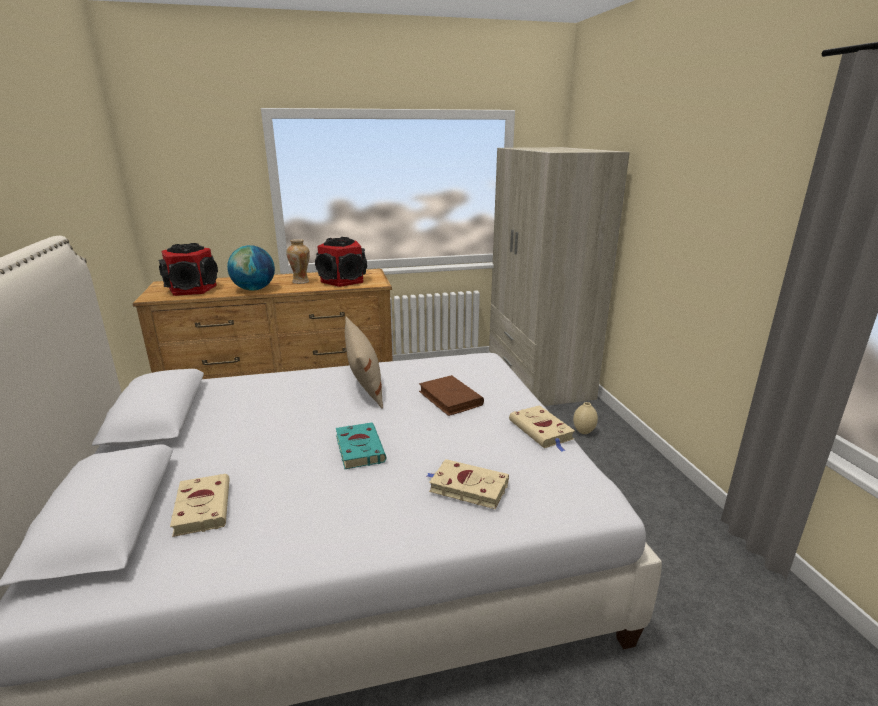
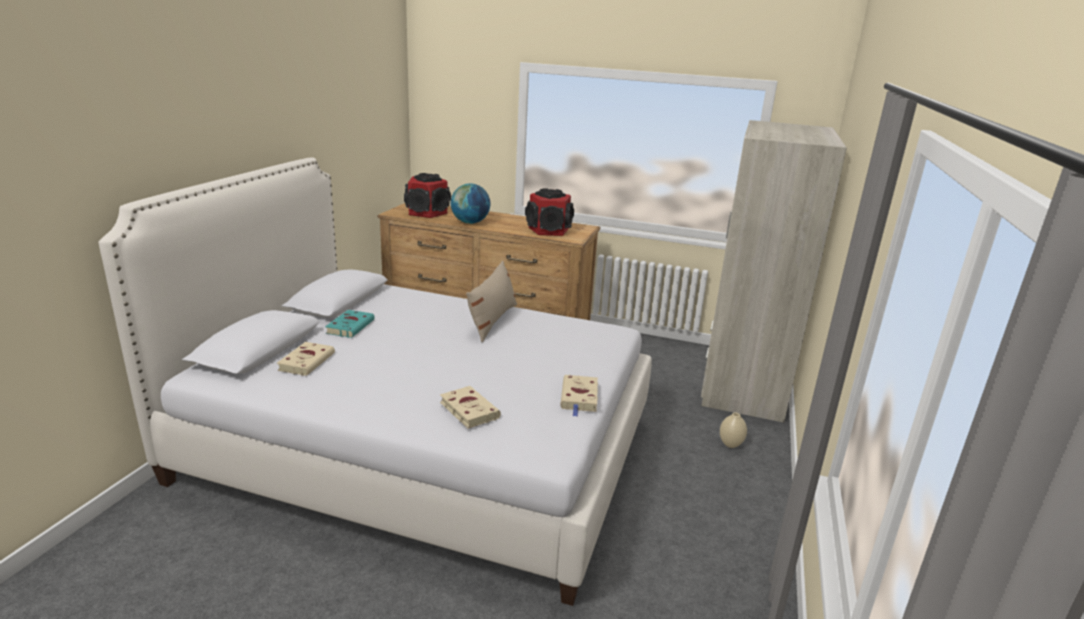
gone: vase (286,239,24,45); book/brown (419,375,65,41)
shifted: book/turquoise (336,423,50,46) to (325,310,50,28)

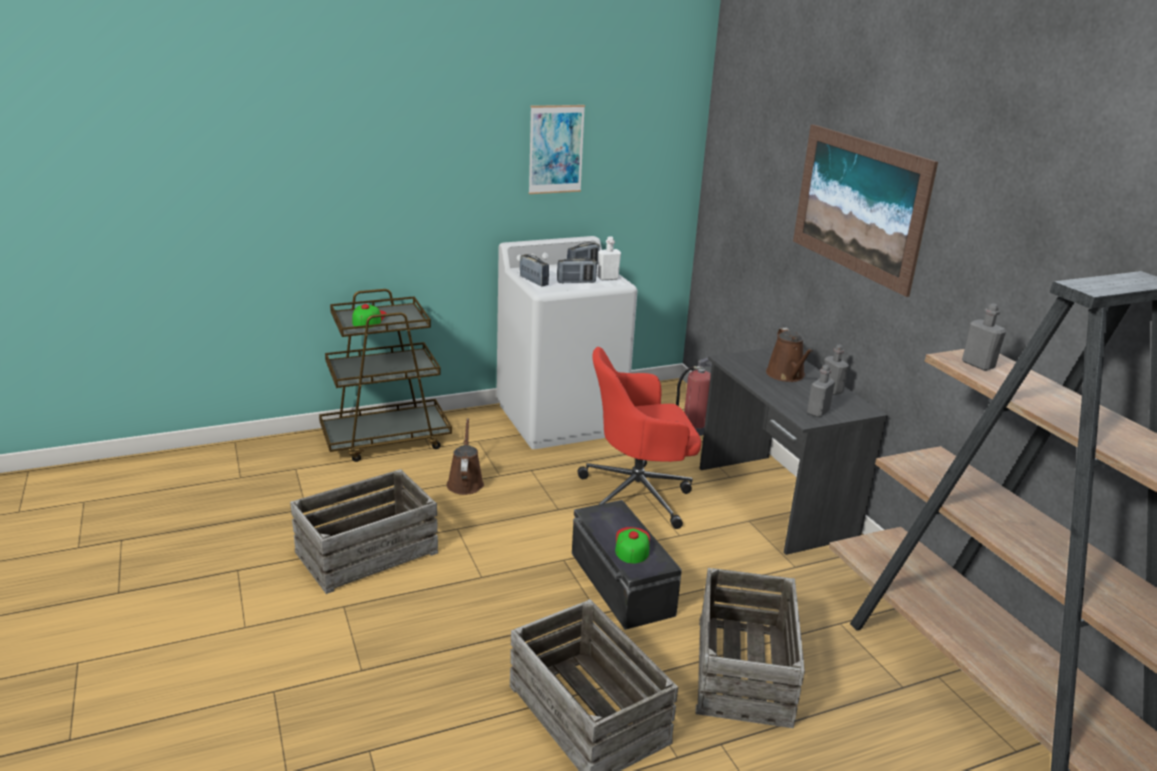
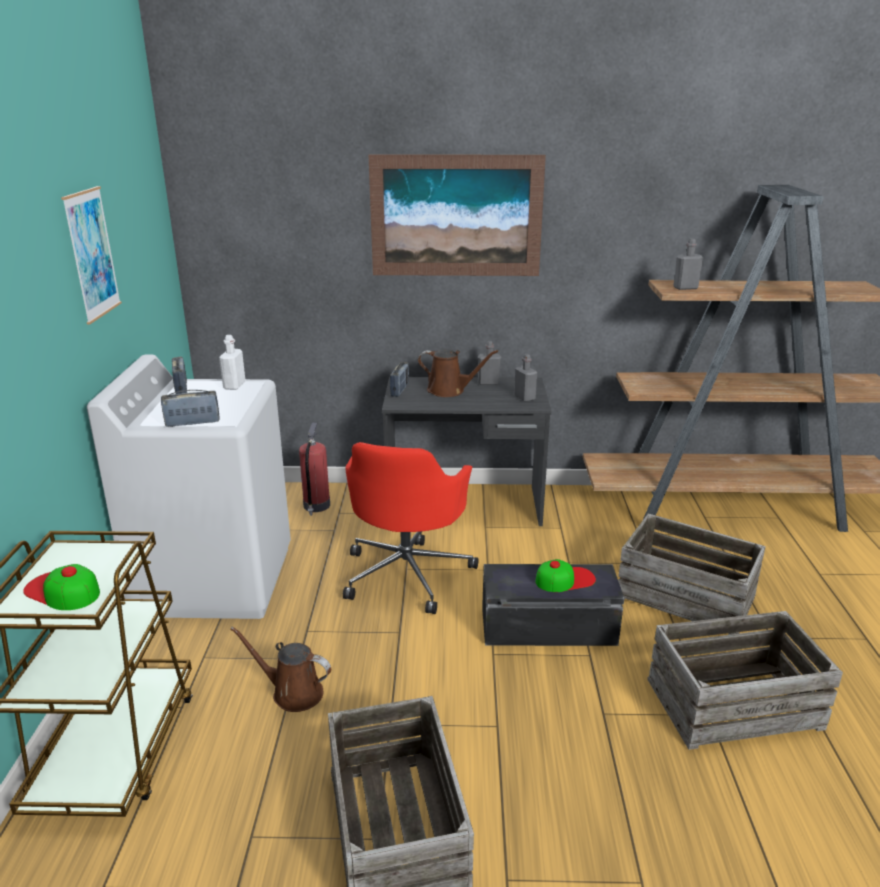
shifted: radio (557,257,40,26) to (390,362,19,35)
rotated: cap (615,527,35,37) = (535,559,61,33) 135 degrees clockwise

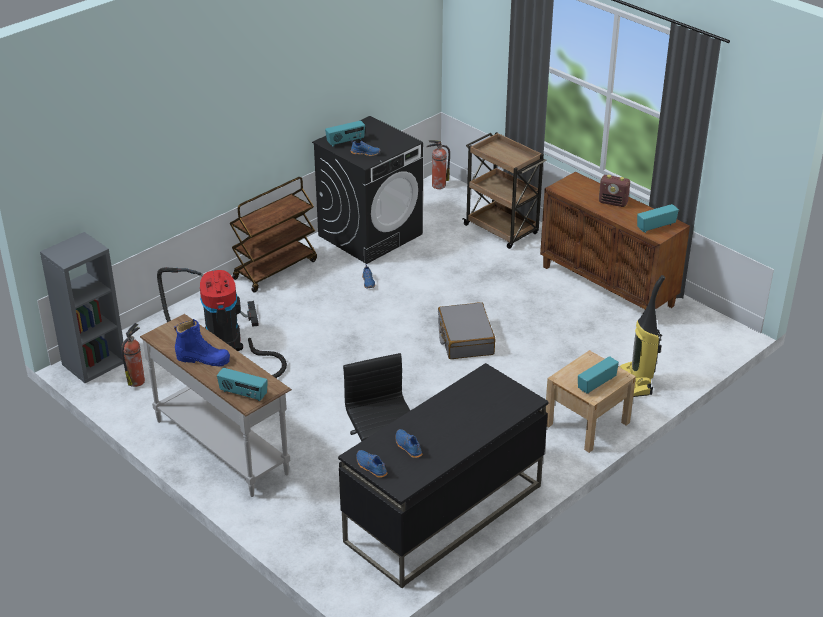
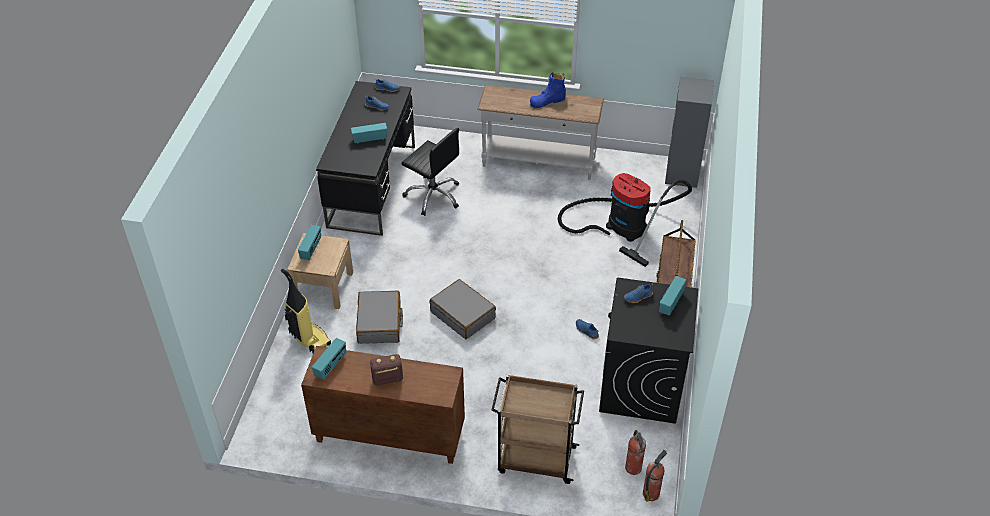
new: suitcase/grey (356,290,47,54)
shifted: radio (217,368,51,33) to (351,123,36,21); fire extinguisher (121,323,24,64) to (625,430,21,45)

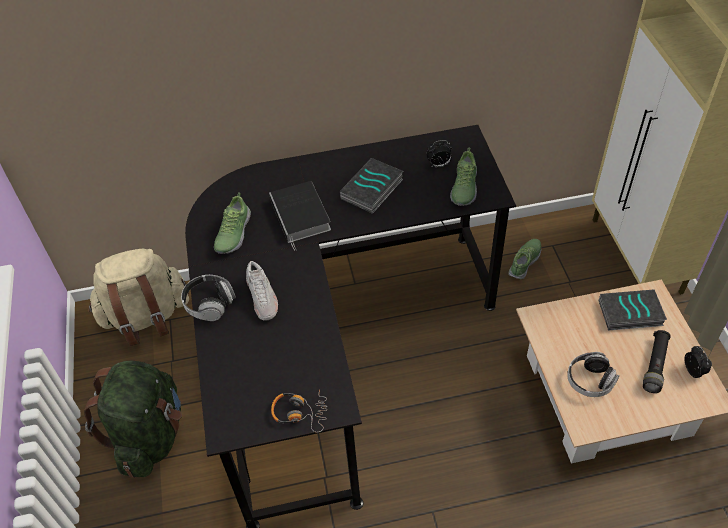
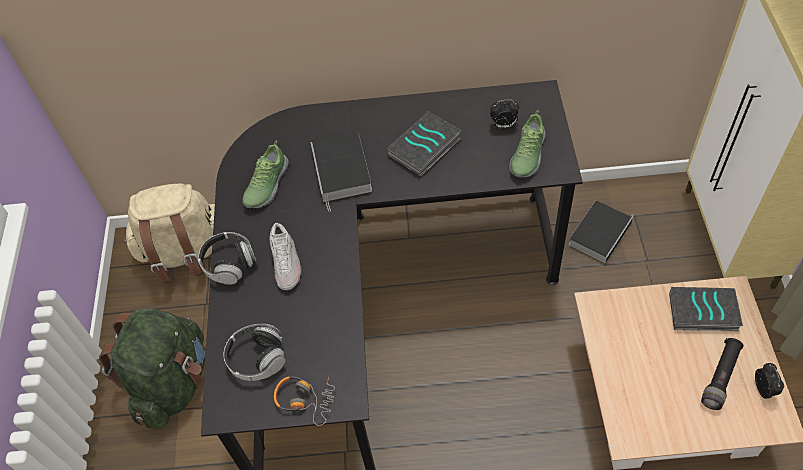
shifted: headphones (567,352,52,45) to (223,324,63,57)
swapped: shoe (509,239,32,40) to book (569,201,64,62)

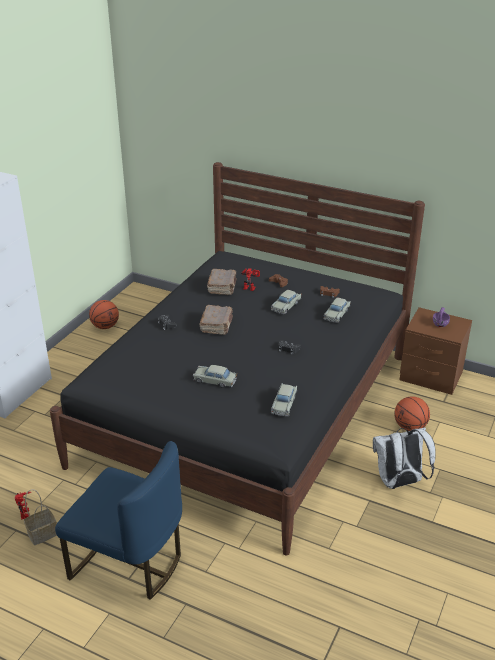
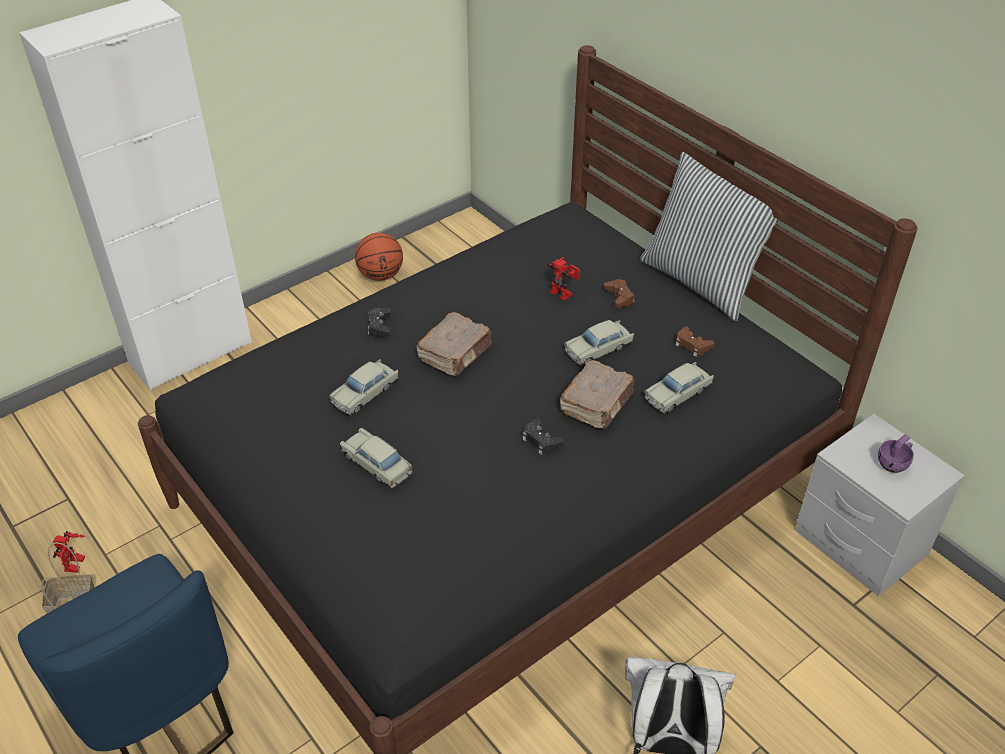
gone: basketball (394,396,36,35)
new: pillow (640,152,138,170)
shifted: toy car/beige (271,383,26,34) to (329,359,70,56); book/brown (207,269,30,26) to (560,360,74,69)
repainted: nightstand/brown (399,307,73,88) to nightstand/grey (796,414,169,183)

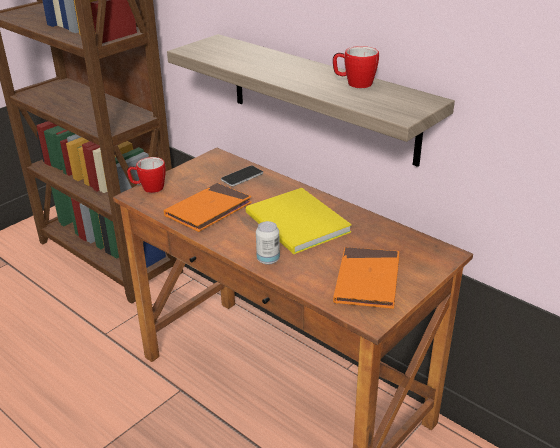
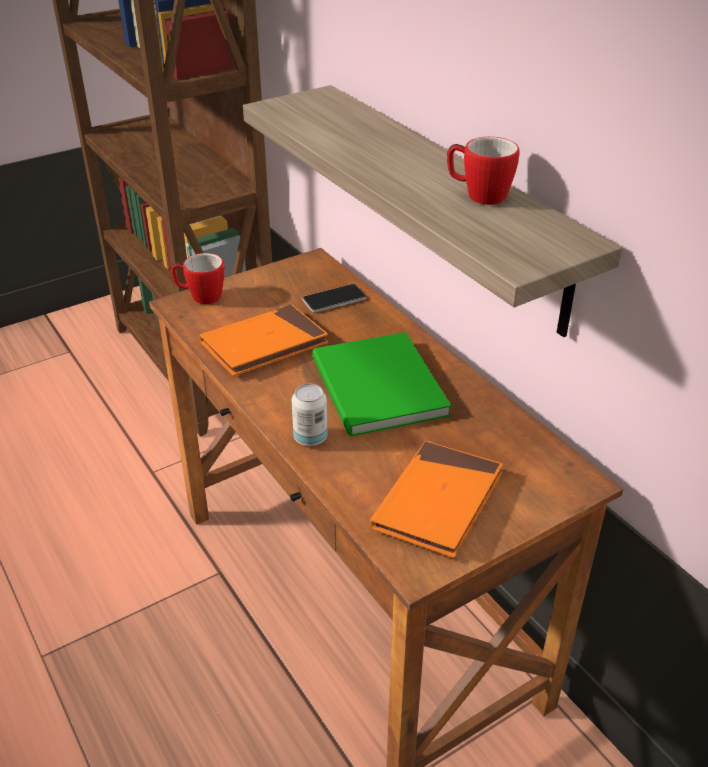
repainted: book/yellow (246,188,106,66) to book/green (312,332,139,105)

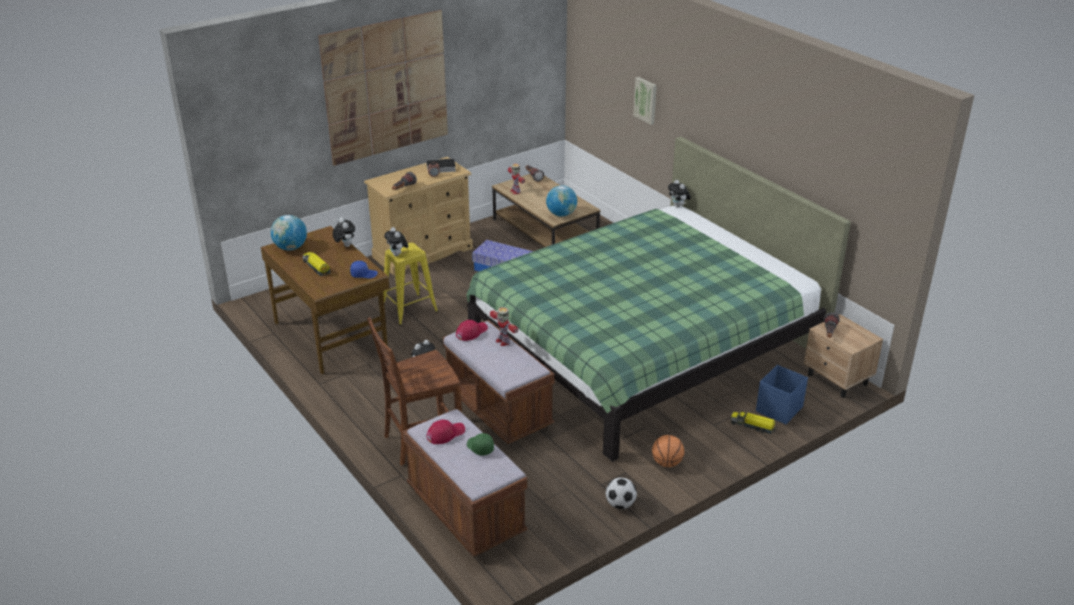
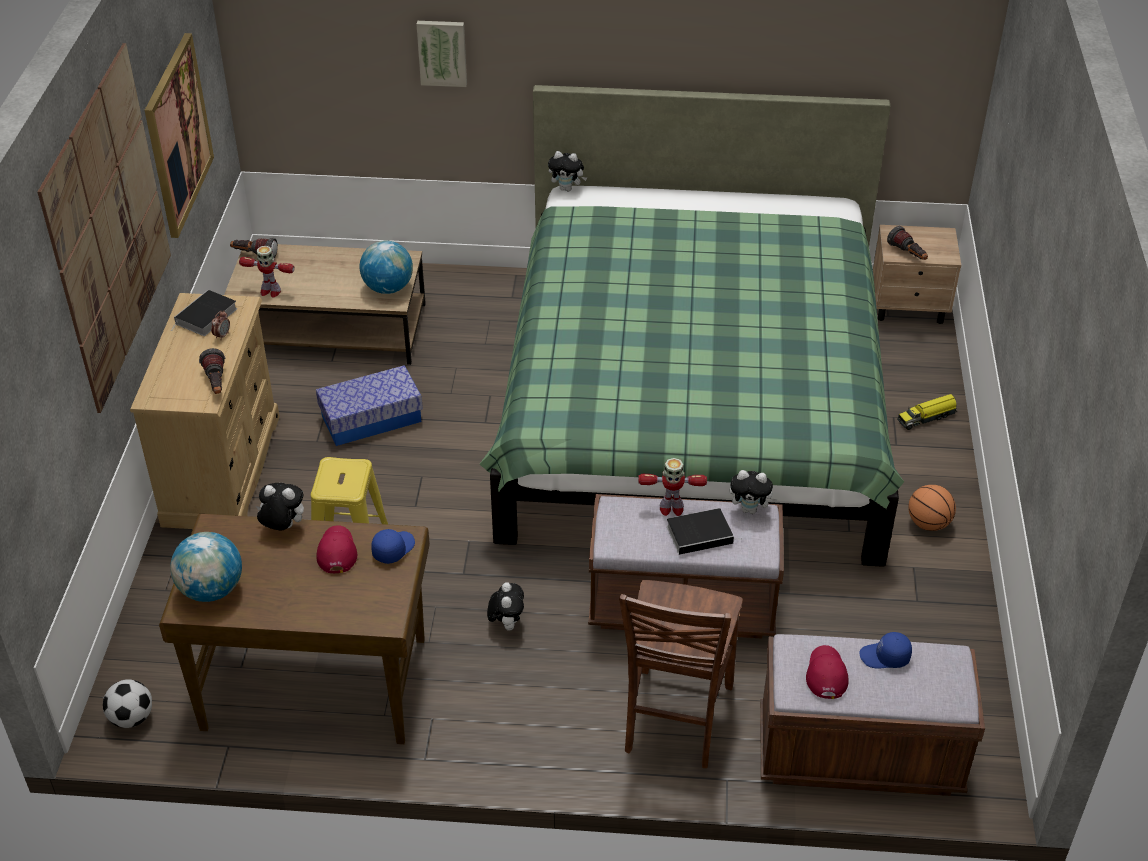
gone: toy truck (302,252,29,24); storage box/blue (756,365,52,59)
new: picture (144,33,70,205); book (667,508,76,47)
shifted: football (606,478,31,31) to (103,679,49,49); cap/red (456,320,32,21) to (316,525,41,48); plush toy (384,227,25,29) to (730,470,48,44)
repainted: cap/green (467,433,27,23) to cap/blue (859,632,53,37)

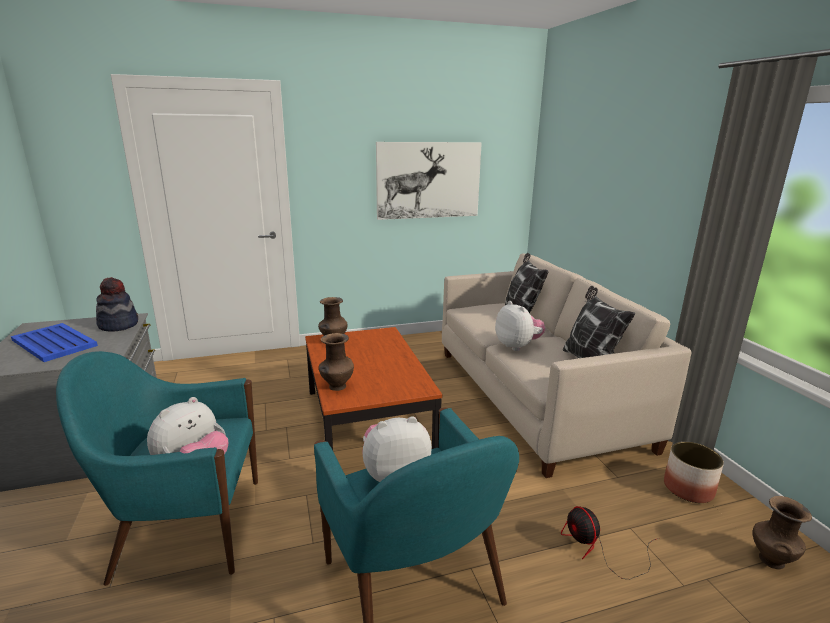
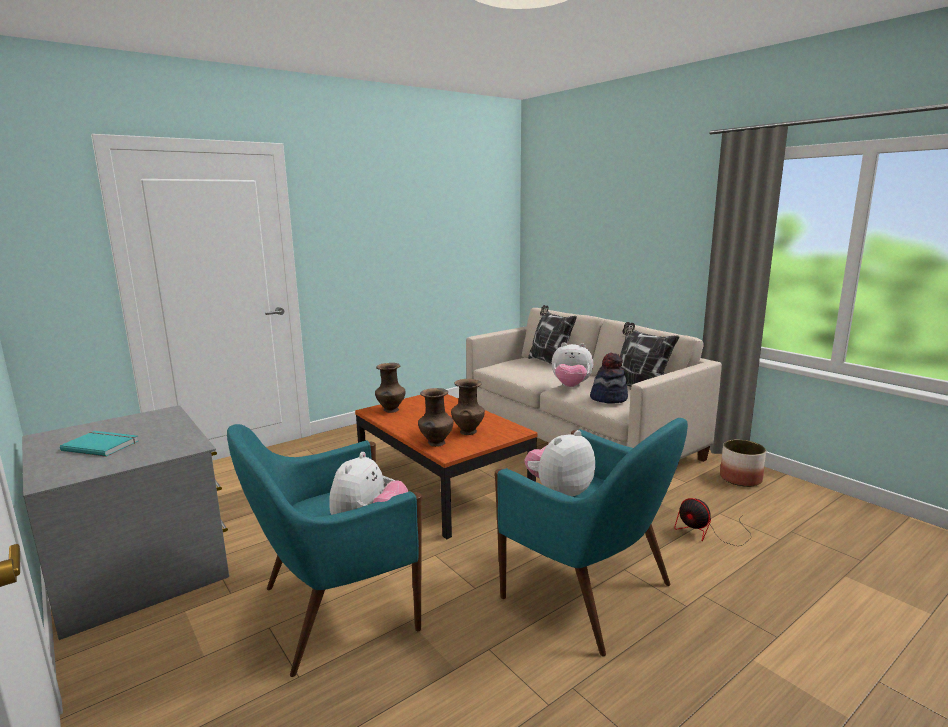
gone: picture (376,142,106,78)
shifted: vase/brown (753,496,59,73) to (451,379,34,56); hat (96,277,42,55) to (590,353,38,50)
swapped: tray/blue (11,323,87,39) to book/turquoise (60,431,78,26)
rotated: plush toy (495,301,50,50) = (552,342,41,45) 150 degrees clockwise

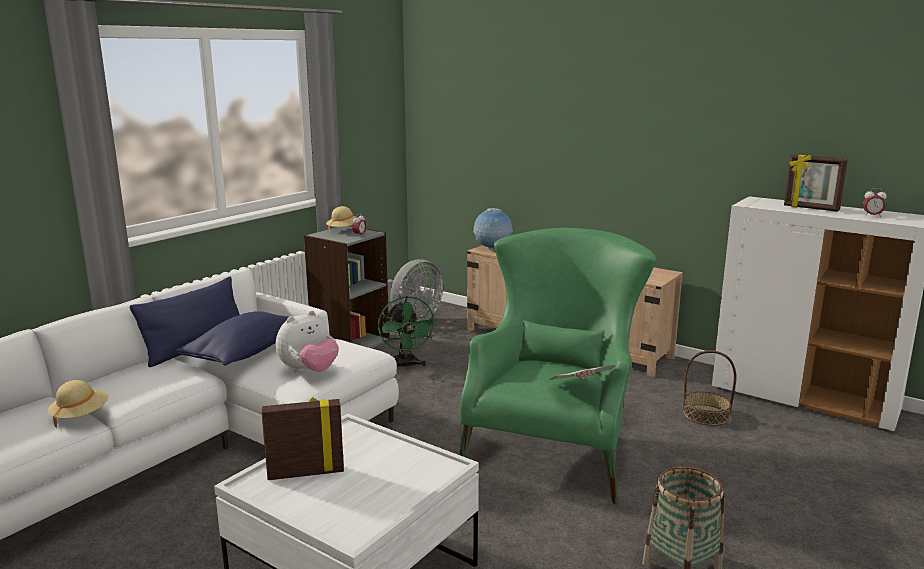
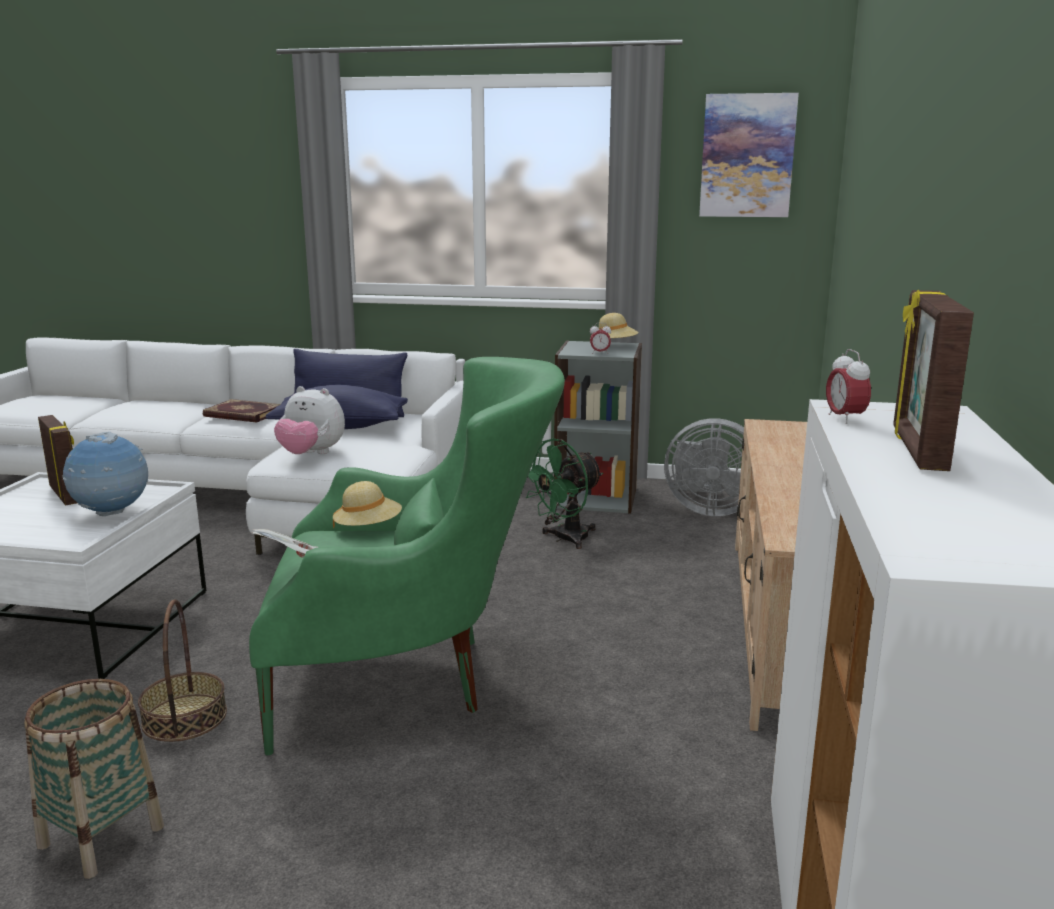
new: book (203,399,78,24); picture (699,93,100,124)
shifted: globe (474,208,39,42) to (62,432,86,84); basket (683,350,53,76) to (138,599,89,143); hat/beige (47,380,62,48) to (333,481,69,48); alarm clock (863,188,24,29) to (826,349,45,75)

